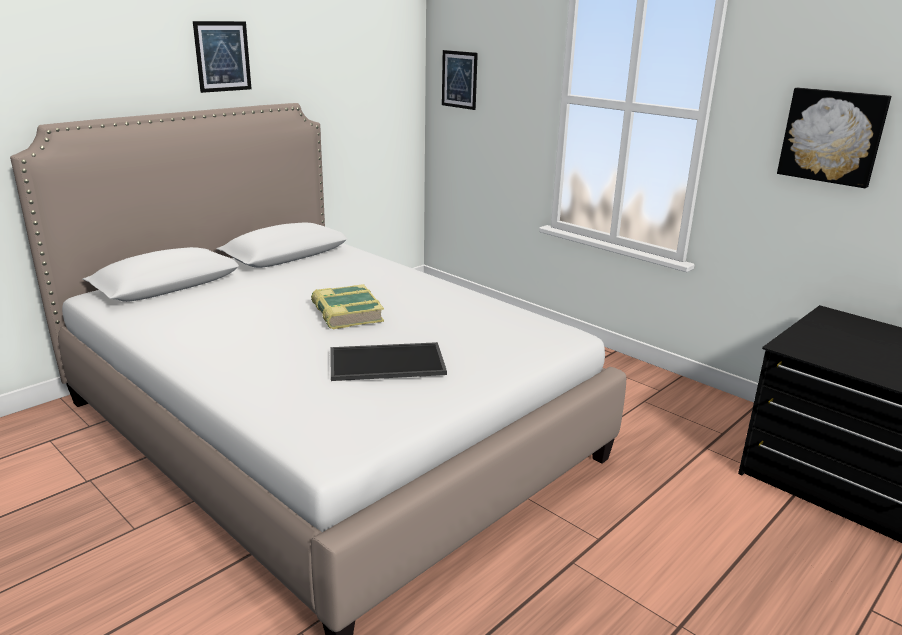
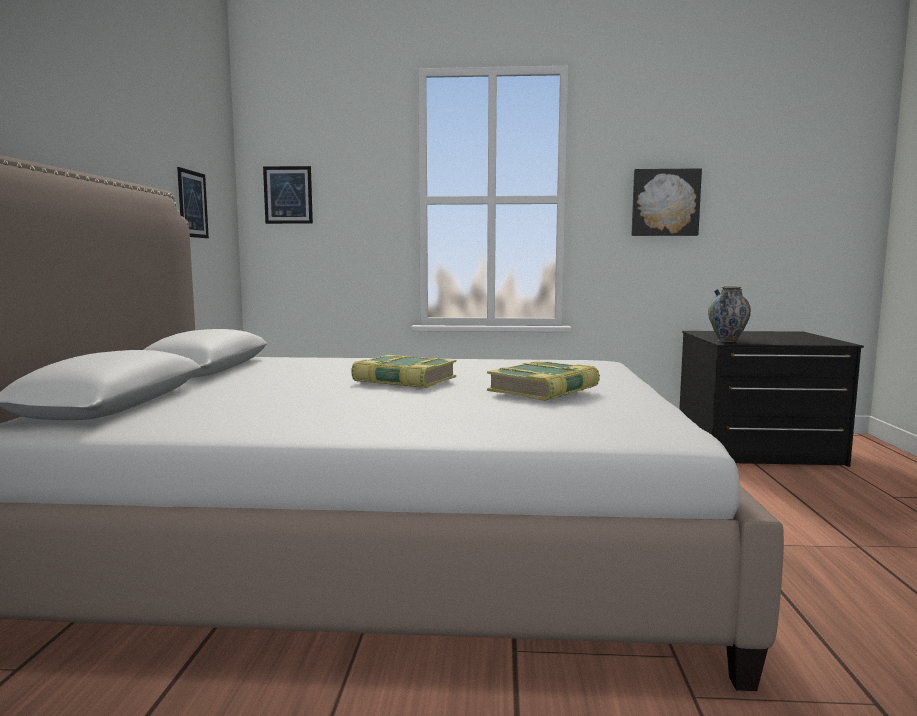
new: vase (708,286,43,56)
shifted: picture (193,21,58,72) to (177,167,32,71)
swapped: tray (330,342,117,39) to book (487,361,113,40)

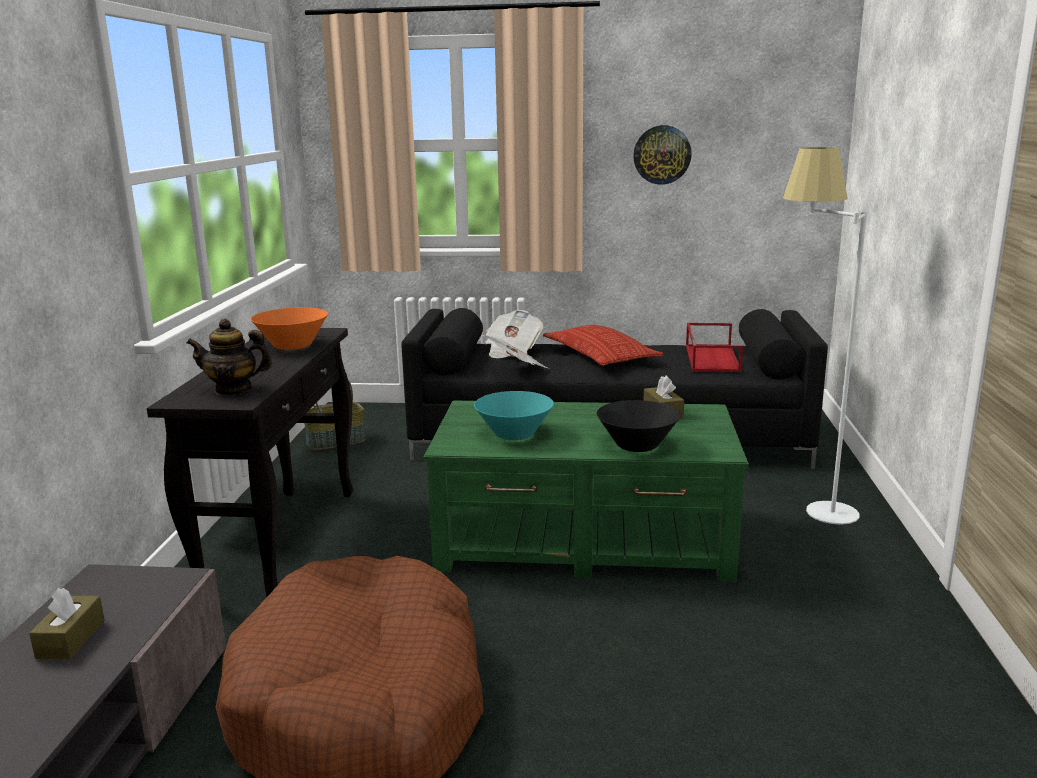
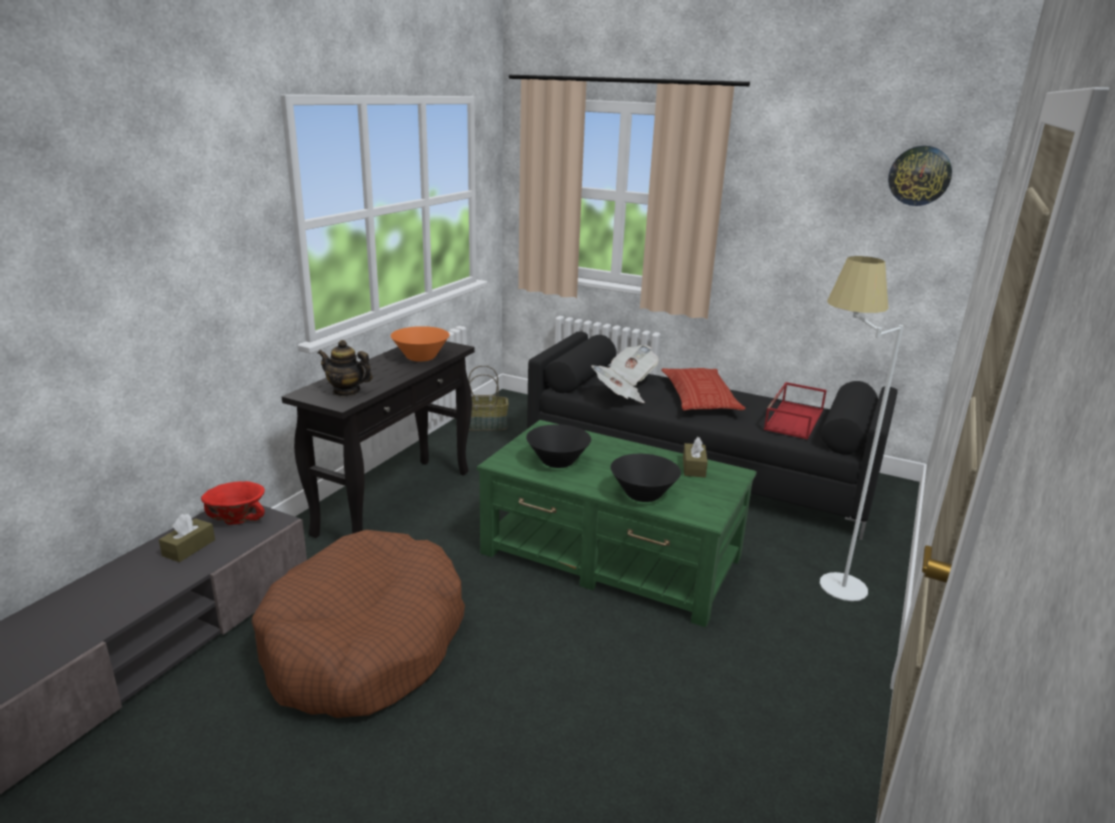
new: bowl/red (201,481,64,44)
shifted: wall clock (633,125,59,60) to (888,146,64,60)
repainted: bowl/turquoise (474,391,80,49) to bowl/black (526,424,65,44)

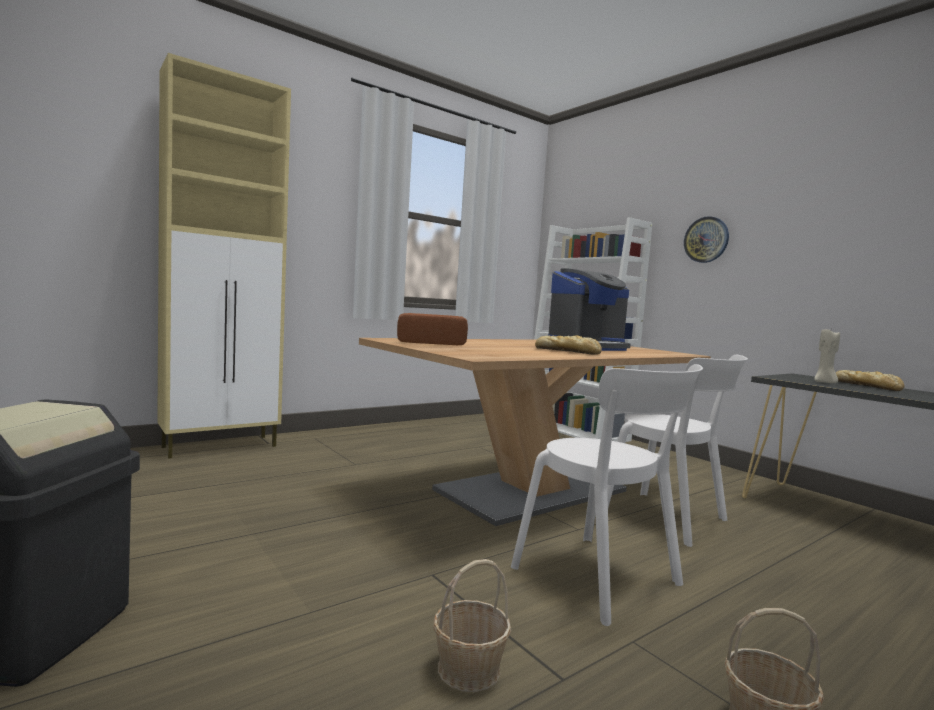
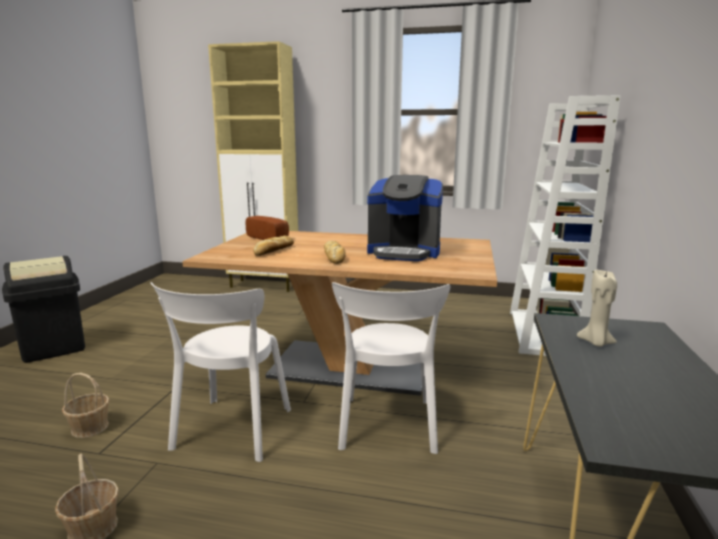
gone: wall clock (684,216,45,47)
shifted: bread (836,370,69,21) to (253,236,41,20)

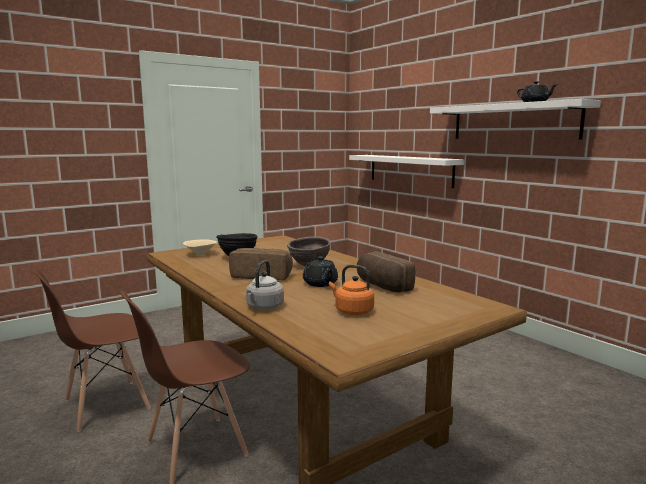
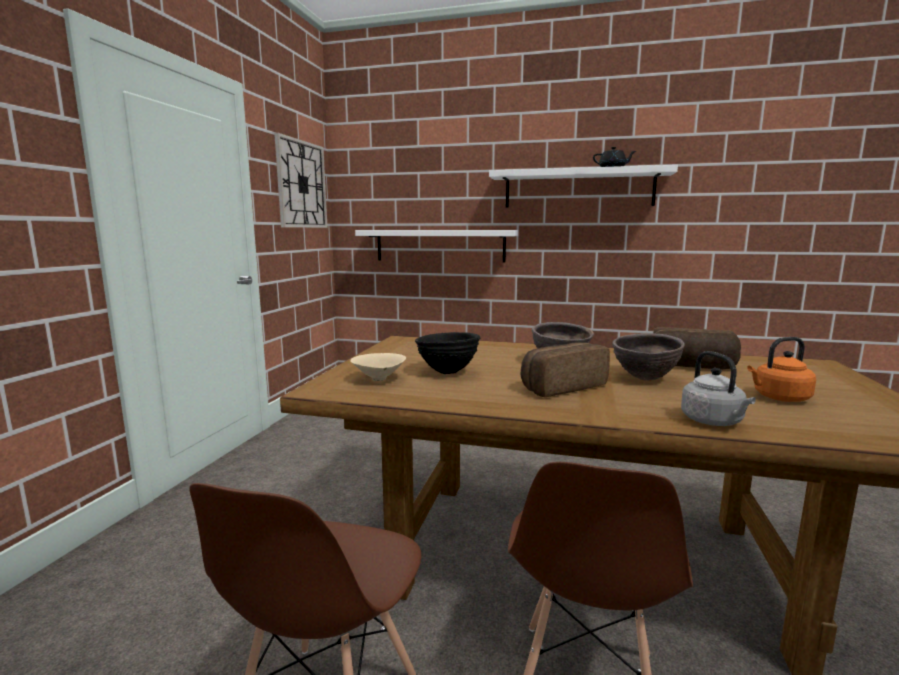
new: wall clock (274,133,54,95)
swapped: teapot/black (303,257,35,30) to bowl/brown (612,333,73,47)

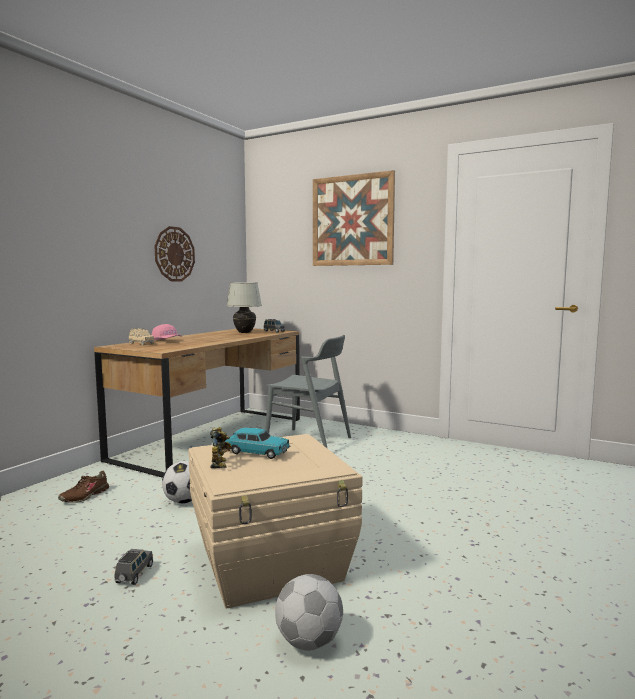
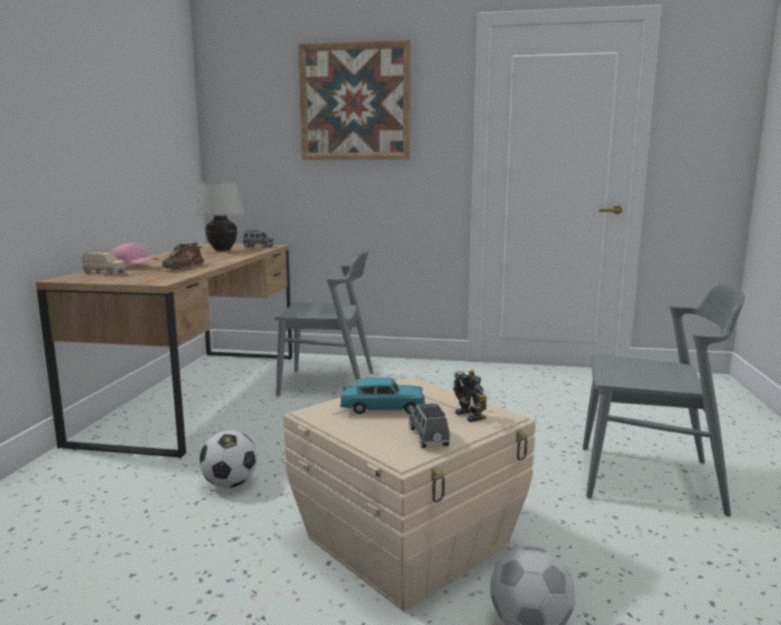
gone: wall clock (154,226,41,55)
new: chair/grey (583,284,162,233)
shifted: shoe/brown (58,470,51,33) to (162,242,42,27); toy car/grey (114,549,39,36) to (409,403,41,45); toy robot (210,427,22,41) to (453,370,34,52)

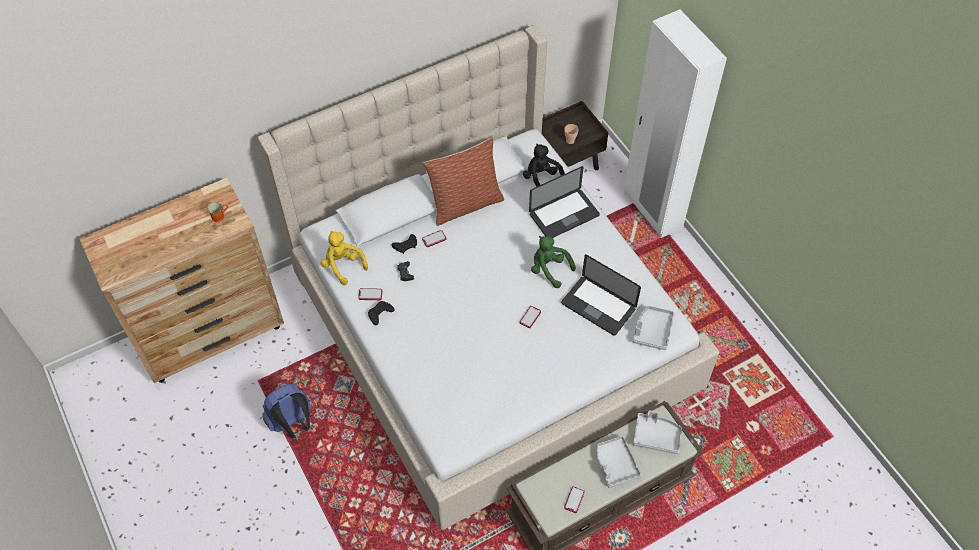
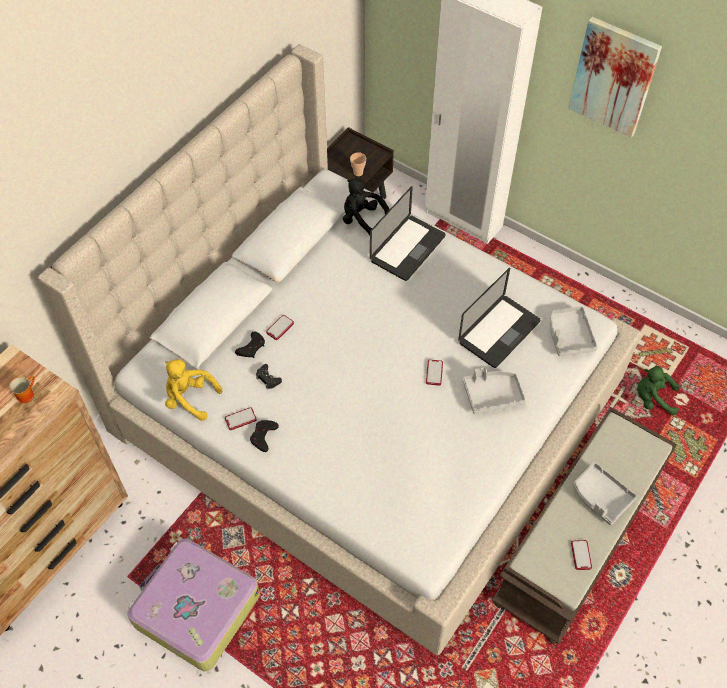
gone: pillow (423,138,81,88)
new: picture (568,17,94,121)
shifted: tray/grey (633,410,49,44) to (463,367,63,47); plush toy/green (531,236,45,52) to (637,366,43,50)
swapped: backpack/blue (262,383,49,55) to suitcase (127,539,133,132)
rotated: laptop (561,254,80,82) = (458,268,82,100) 60 degrees counterclockwise

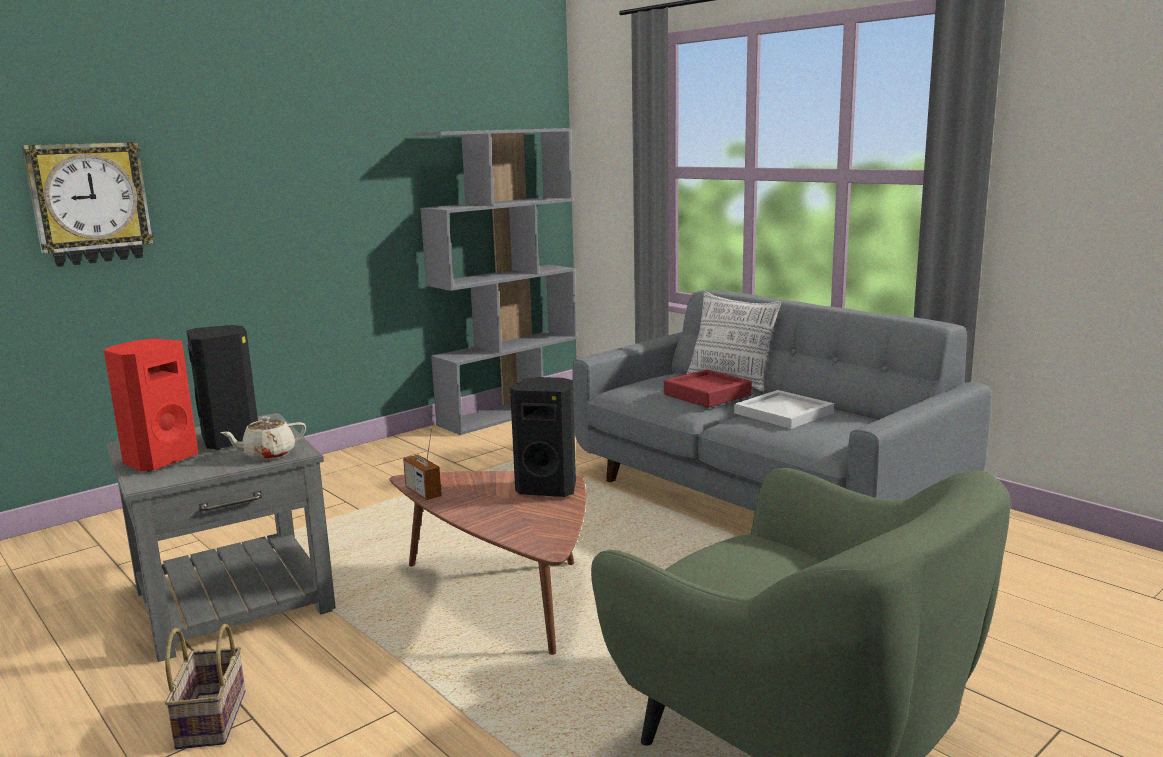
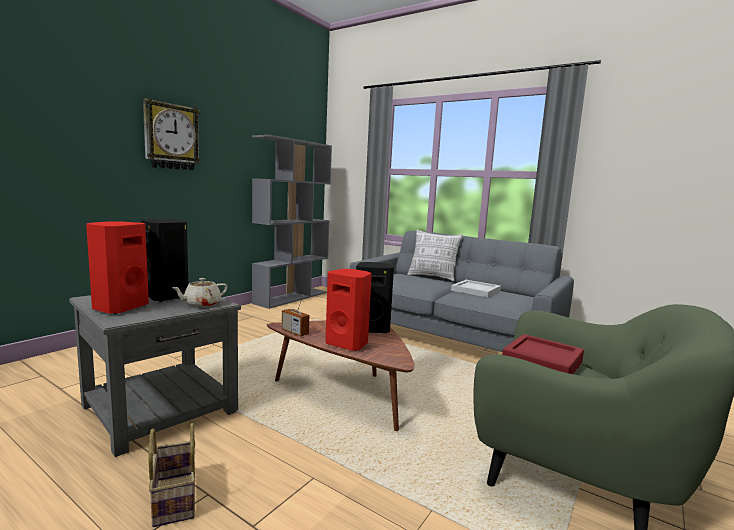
new: speaker/red (325,269,47,82)
shifted: wall clock (22,142,132,125) to (143,98,58,72); tray/red (664,369,88,39) to (502,334,82,40)

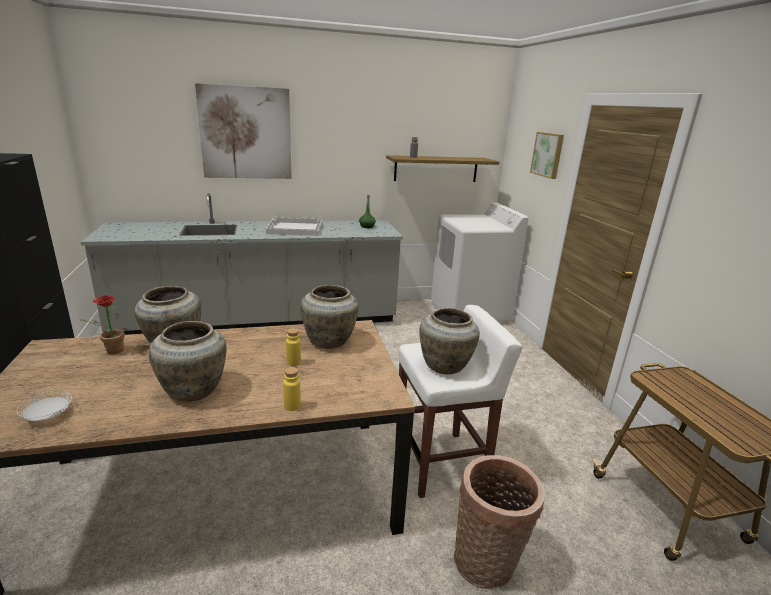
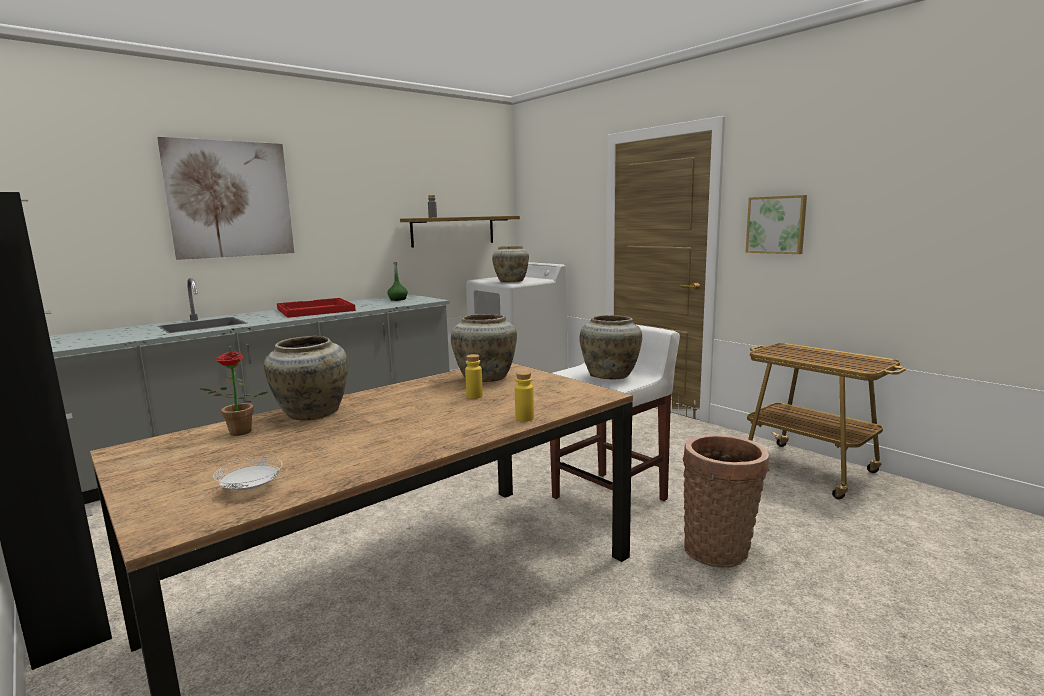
shifted: vase/beige (149,321,78,81) to (492,246,37,36); picture (530,132,34,47) to (746,195,61,59)
repainted: tray/white (266,217,56,19) to tray/red (277,298,79,20)

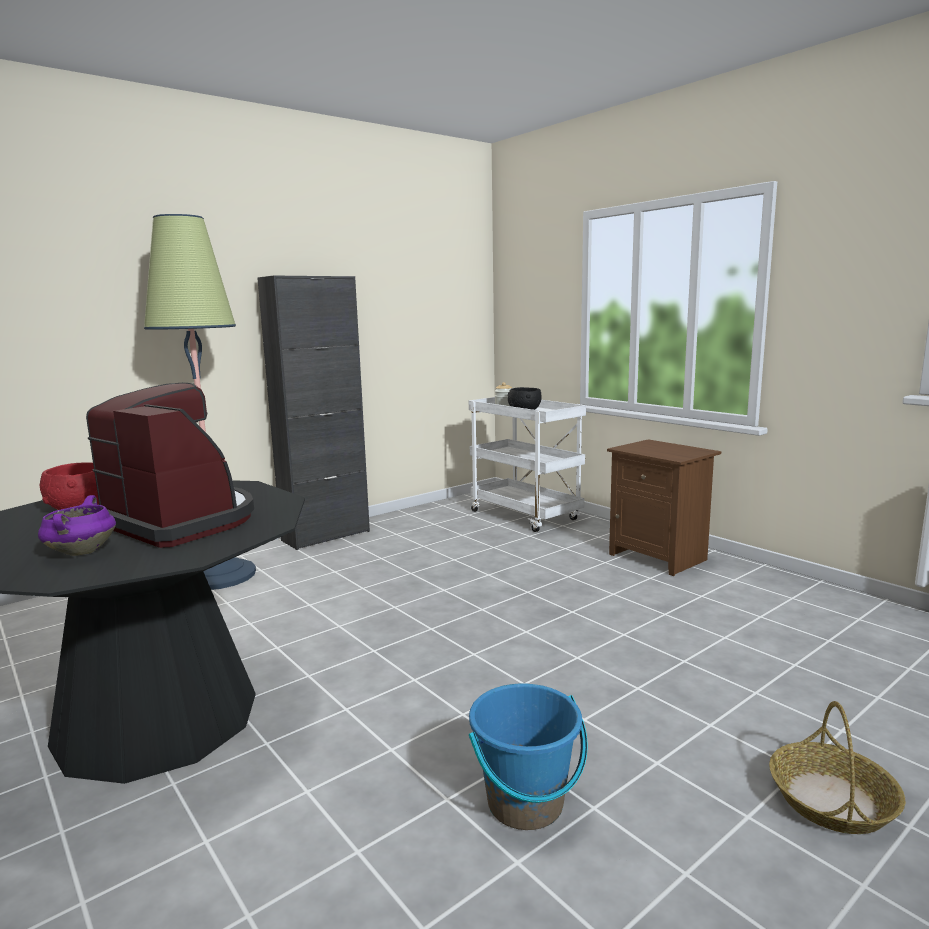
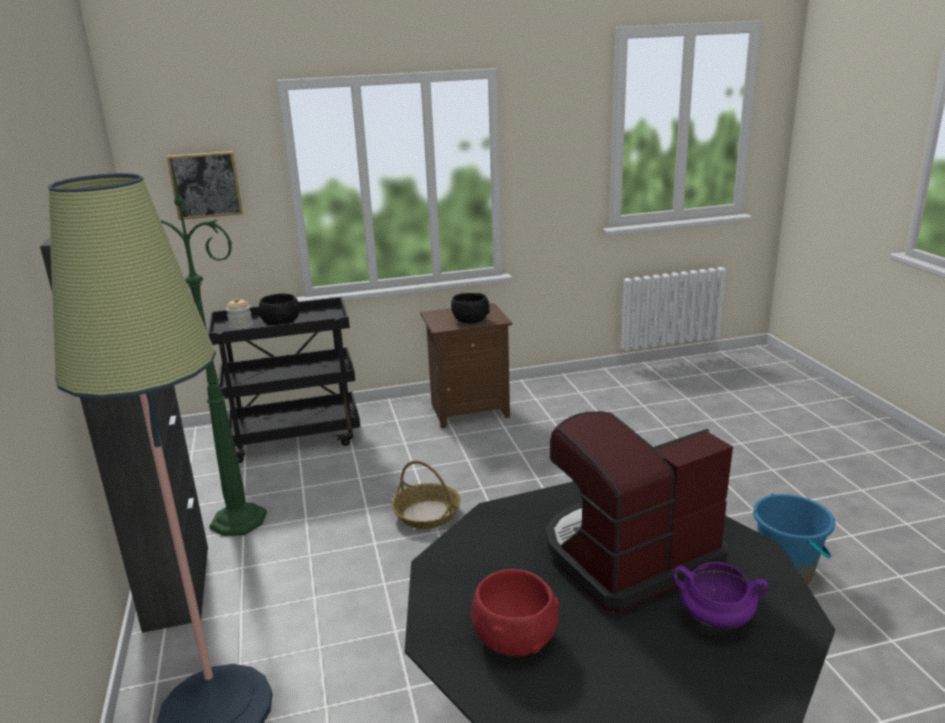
new: floor lamp/green (161,160,106,376); picture (167,151,76,69); bowl/black (451,293,39,30)
shifted: basket (769,701,137,133) to (391,461,70,68)
repainted: cart/white (469,397,117,135) to cart/black (208,297,152,166)

